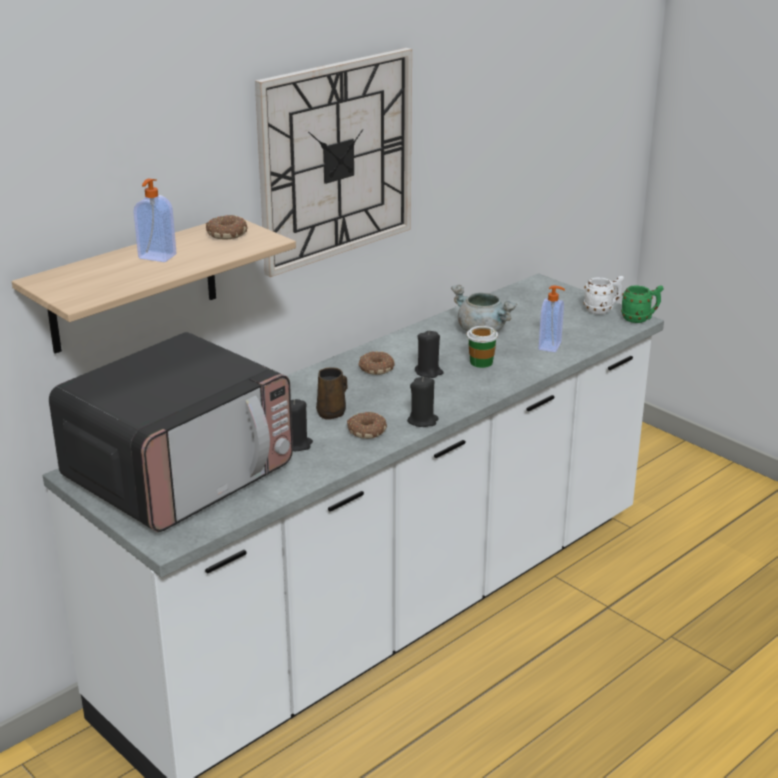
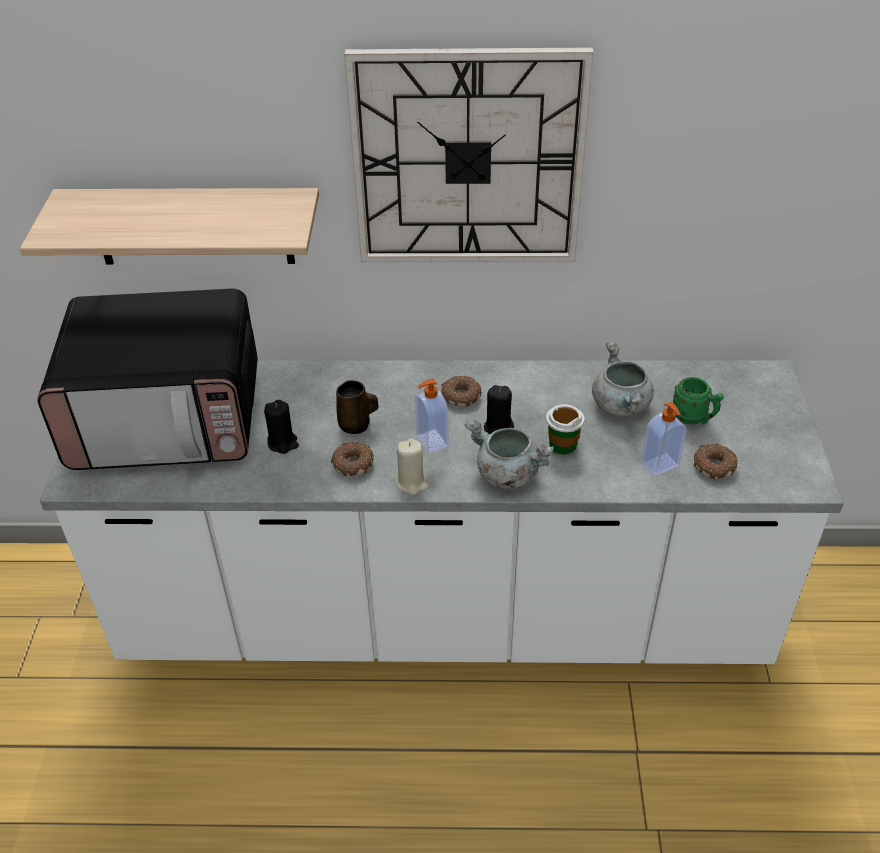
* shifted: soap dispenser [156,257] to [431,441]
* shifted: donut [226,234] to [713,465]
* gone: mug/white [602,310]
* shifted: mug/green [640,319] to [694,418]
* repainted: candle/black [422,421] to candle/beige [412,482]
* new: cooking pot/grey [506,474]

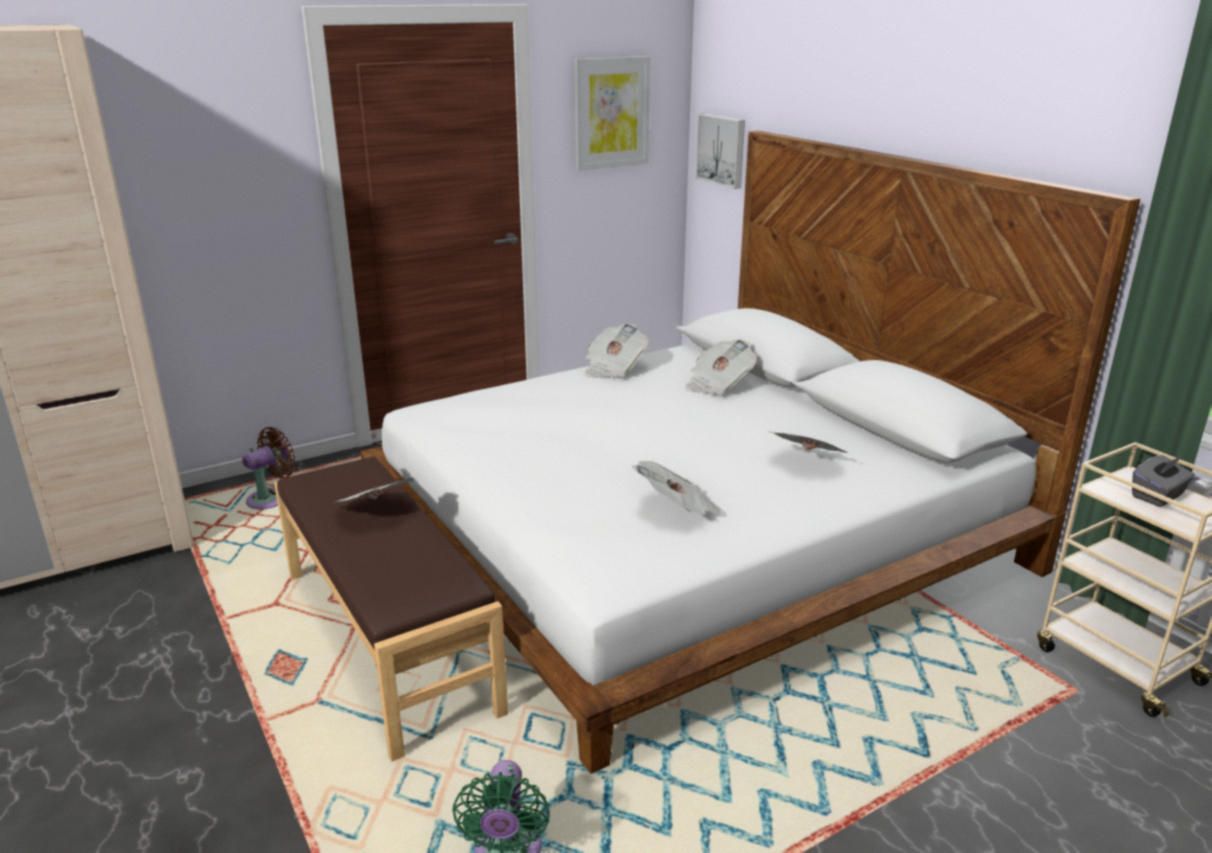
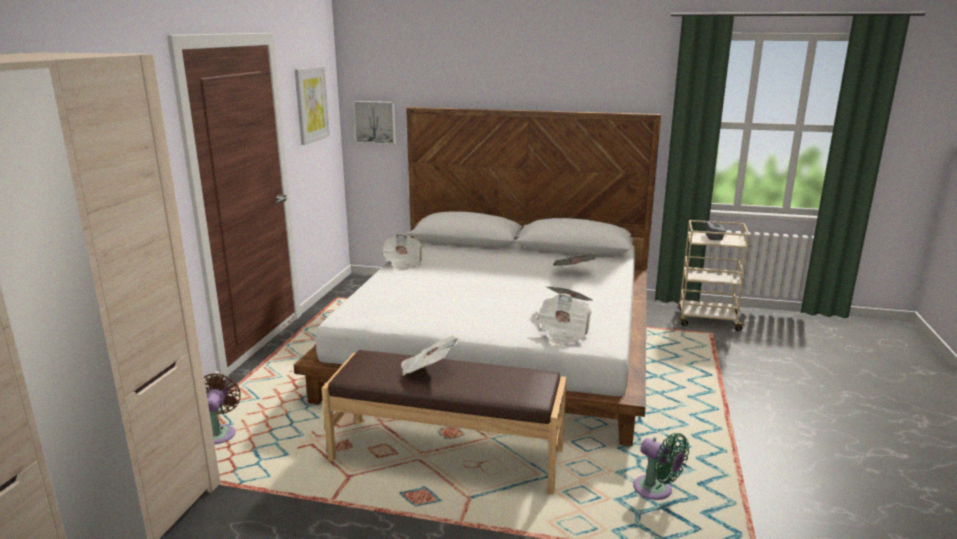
* shifted: newspaper [718,385] to [563,334]

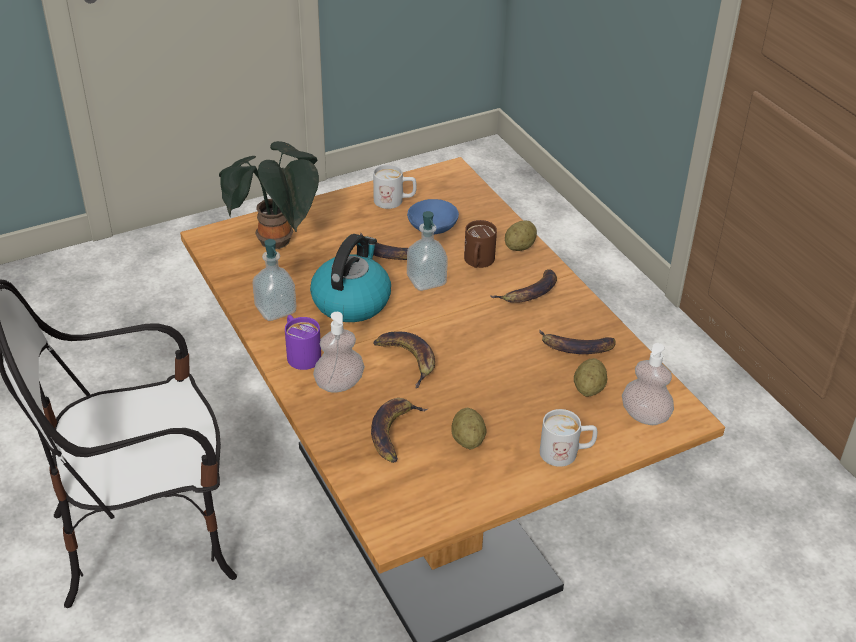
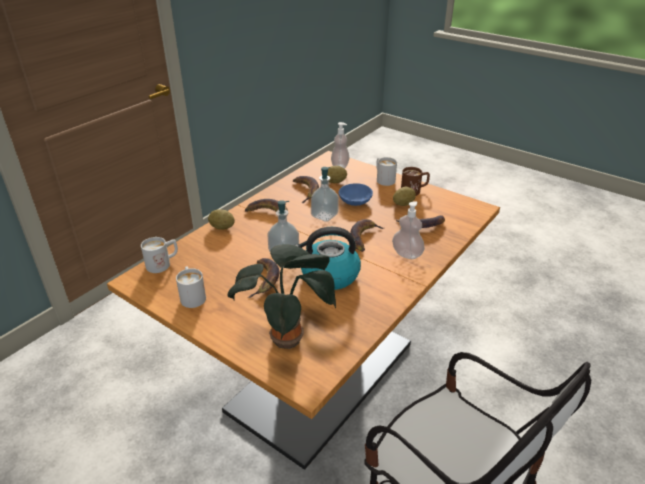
* shifted: bowl/blue [434,227] to [354,201]
* shifted: mug/brown [478,263] to [414,190]
* shifted: soap dispenser [275,310] to [324,215]
* gone: mug/purple [300,353]
* new: mug/white [163,264]

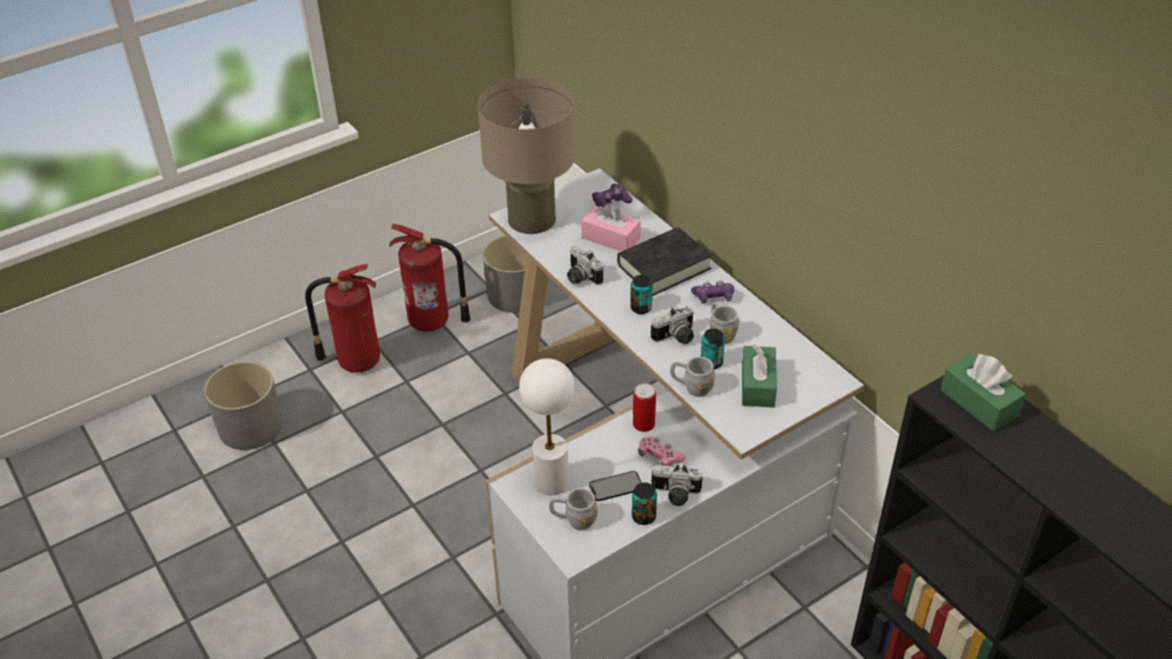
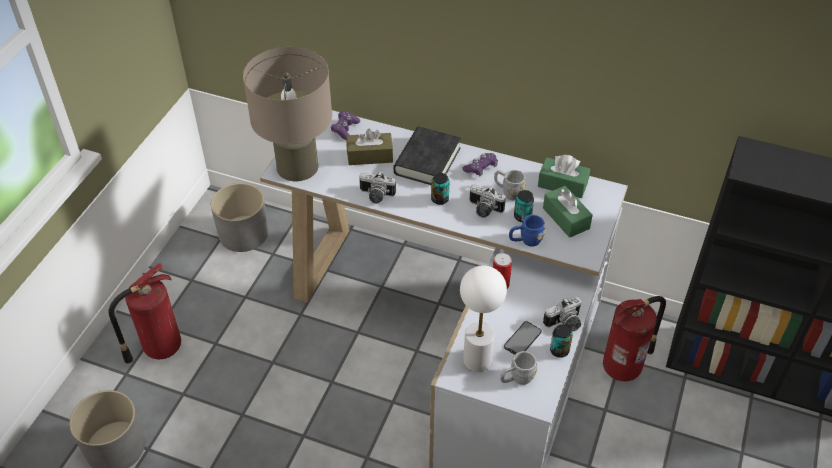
* repainted: tissue box/pink [610,238] to tissue box/brown [370,156]
* shifted: fire extinguisher [432,322] to [624,367]
* rotated: photo camera [676,338] = [483,210] 90 degrees clockwise
* shifted: tissue box/green [979,402] to [562,184]
* repainted: mug/grey [691,387] to mug/blue [525,240]
* gone: game controller/pink [660,457]

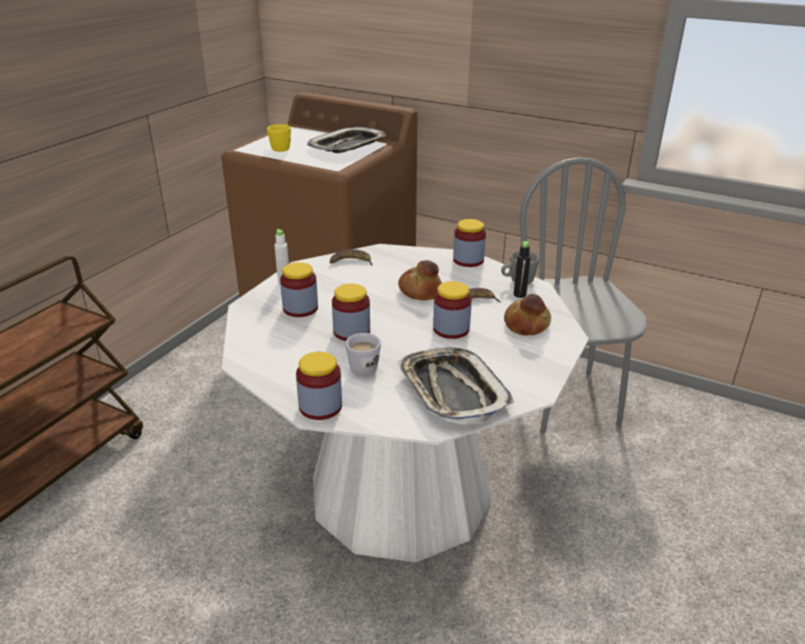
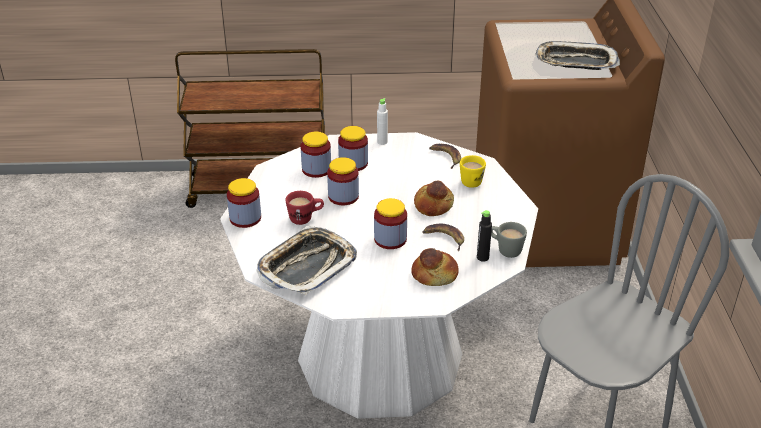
* shifted: mug/yellow [278,148] to [472,180]
* shifted: jar [468,260] to [316,169]
* repainted: mug/white [365,366] to mug/red [305,218]

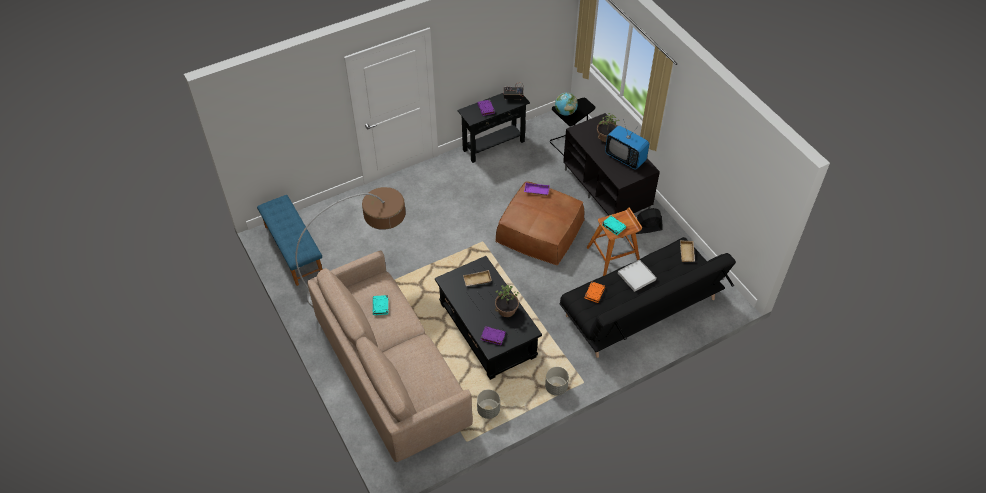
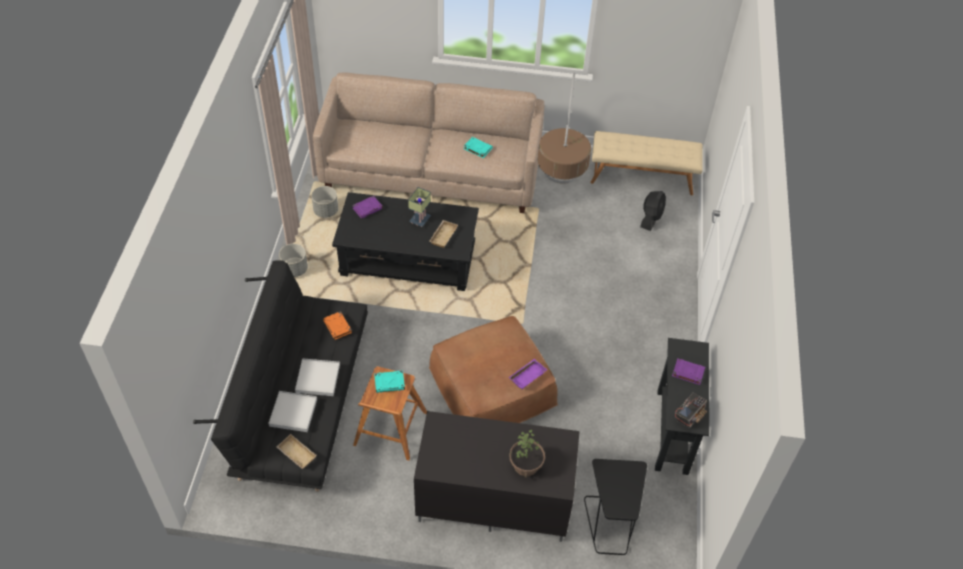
* gone: globe [565,112]
* gone: television [625,158]
* repainted: bench/blue [293,250] to bench/beige [642,177]
* shifted: fan/black [647,228] to [651,218]
* gone: potted plant [506,310]
* new: table lamp [419,219]
* new: tray/white [293,413]

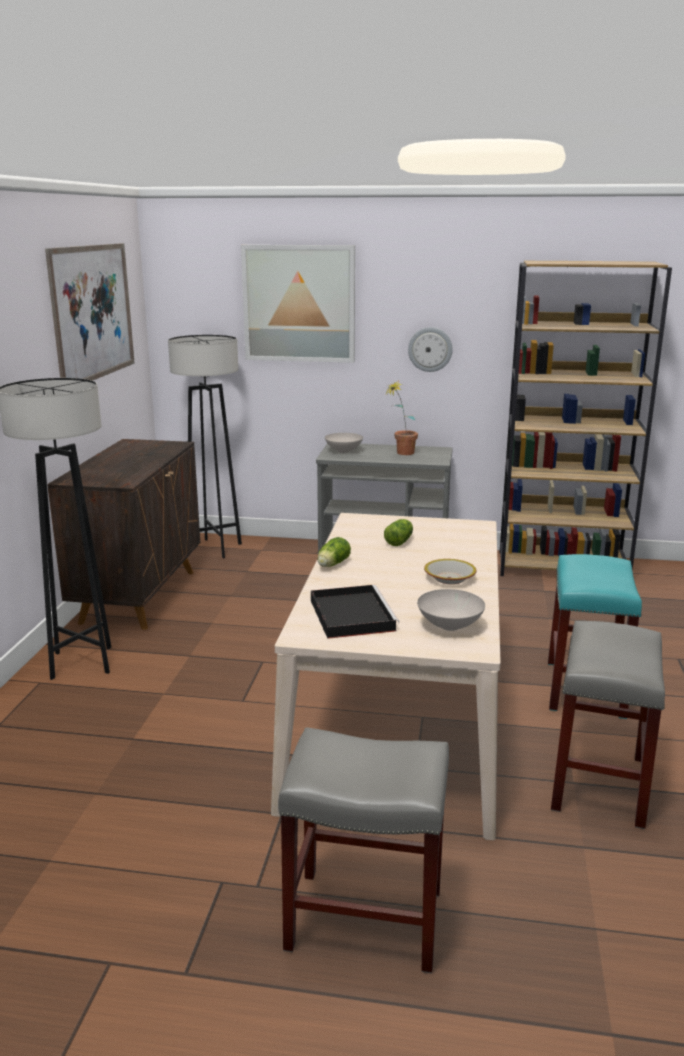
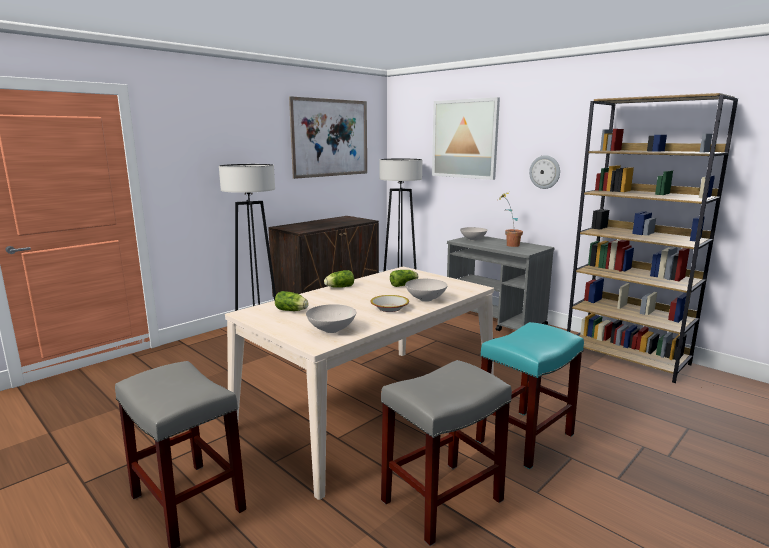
* swapped: tray/black [351,614] to lettuce [292,310]
* new: bowl/white [425,299]

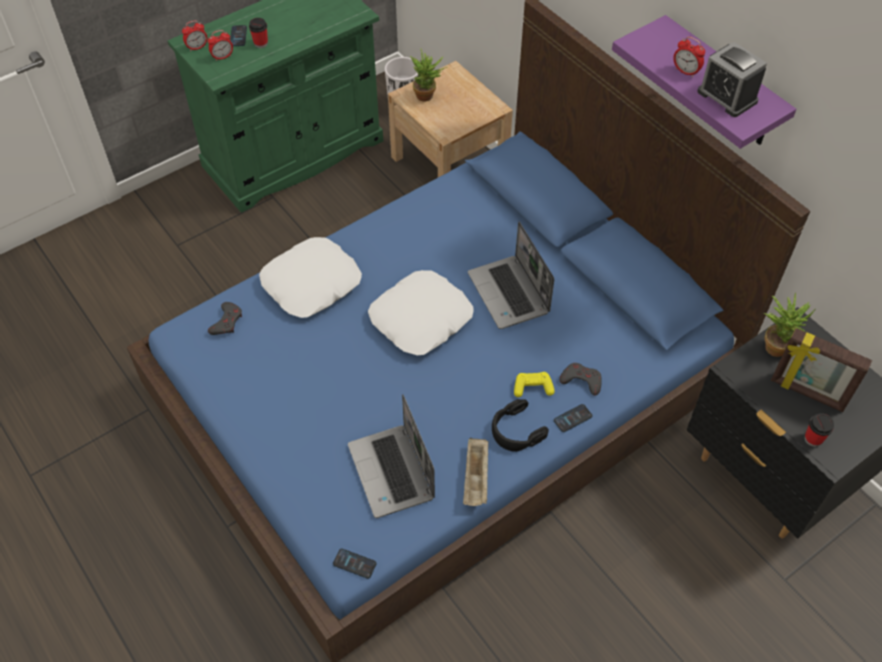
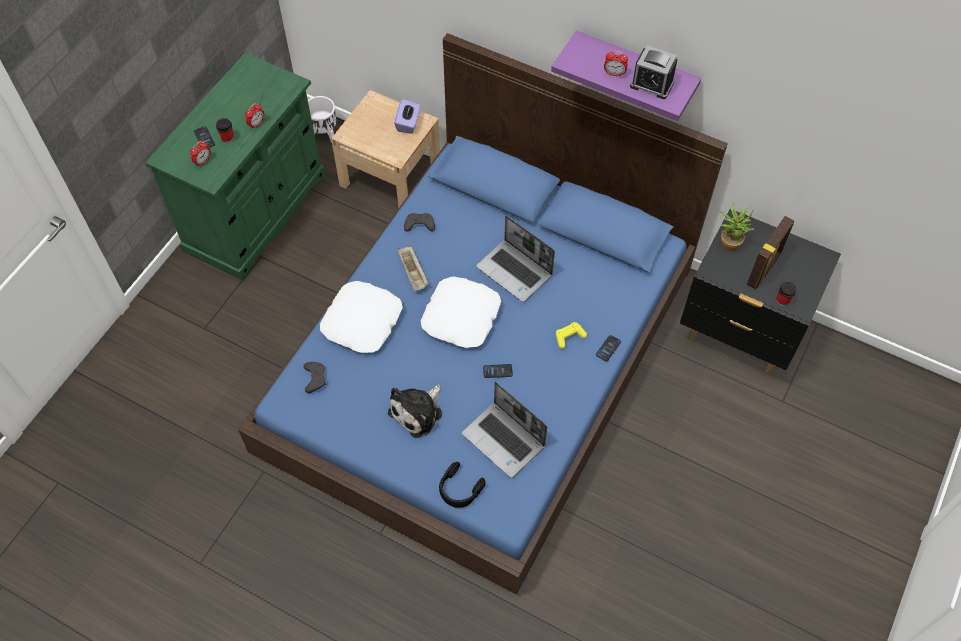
* shifted: alarm clock [197,47] to [256,124]
* gone: potted plant [428,96]
* rotated: picture frame [807,393] = [764,269] 60 degrees counterclockwise
* shifted: game controller/grey [581,380] to [419,224]
* shifted: headphones/black [516,431] to [459,489]
* shifted: tray/beige [476,479] to [413,273]
* shifted: phone [354,564] to [497,371]
* new: tissue box/purple [408,123]
* new: plush toy [418,411]

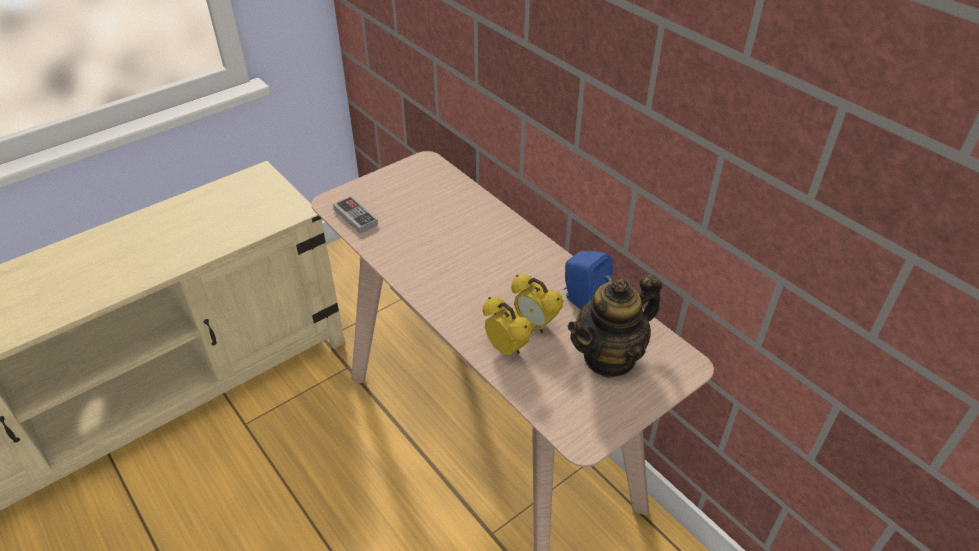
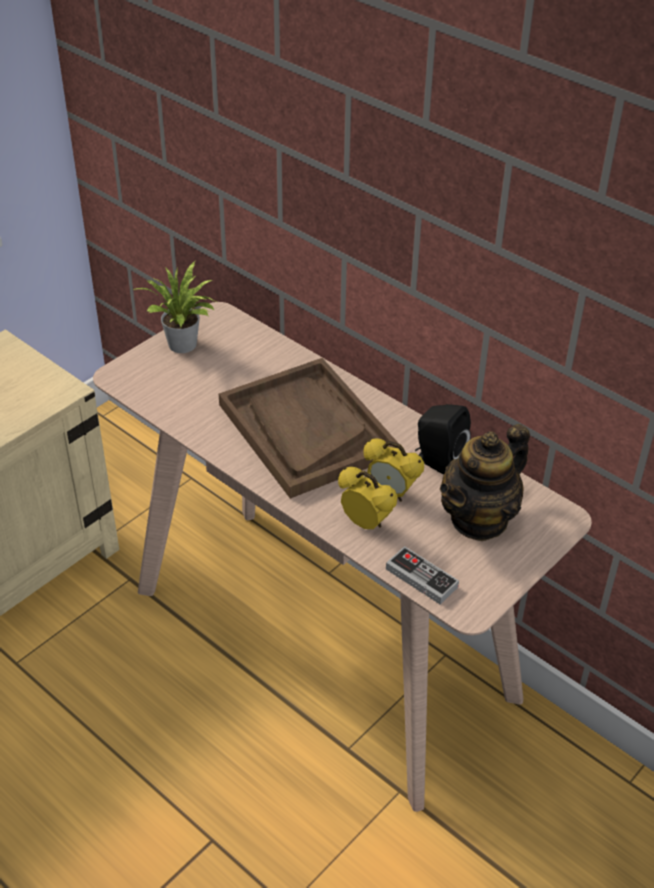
* shifted: game controller [355,217] to [421,578]
* repainted: speaker/blue [582,300] to speaker/black [437,461]
* new: potted plant [184,346]
* new: tray/brown [306,429]

